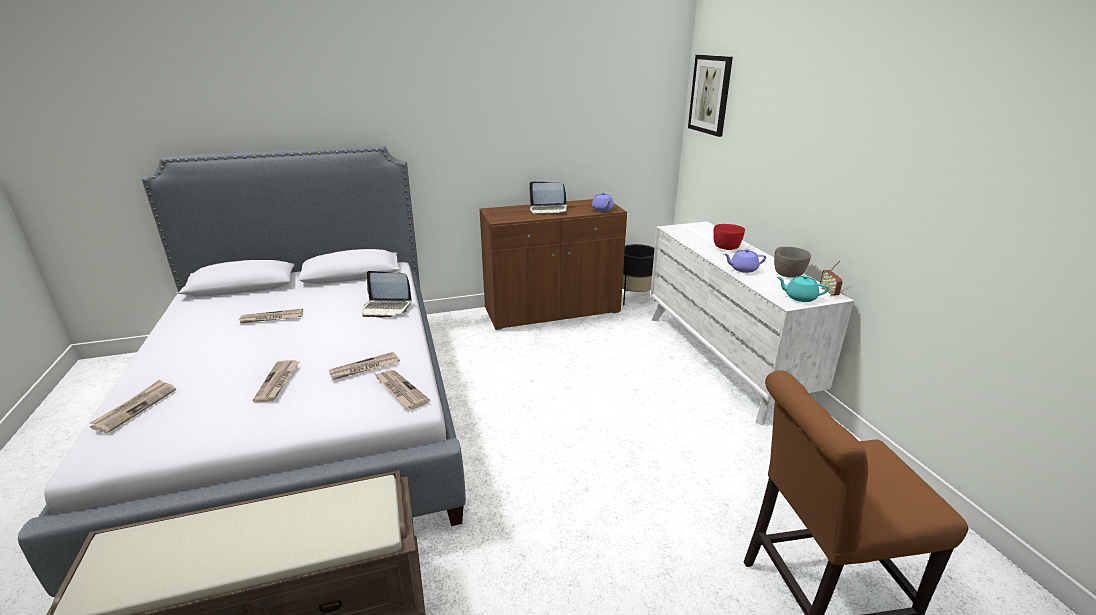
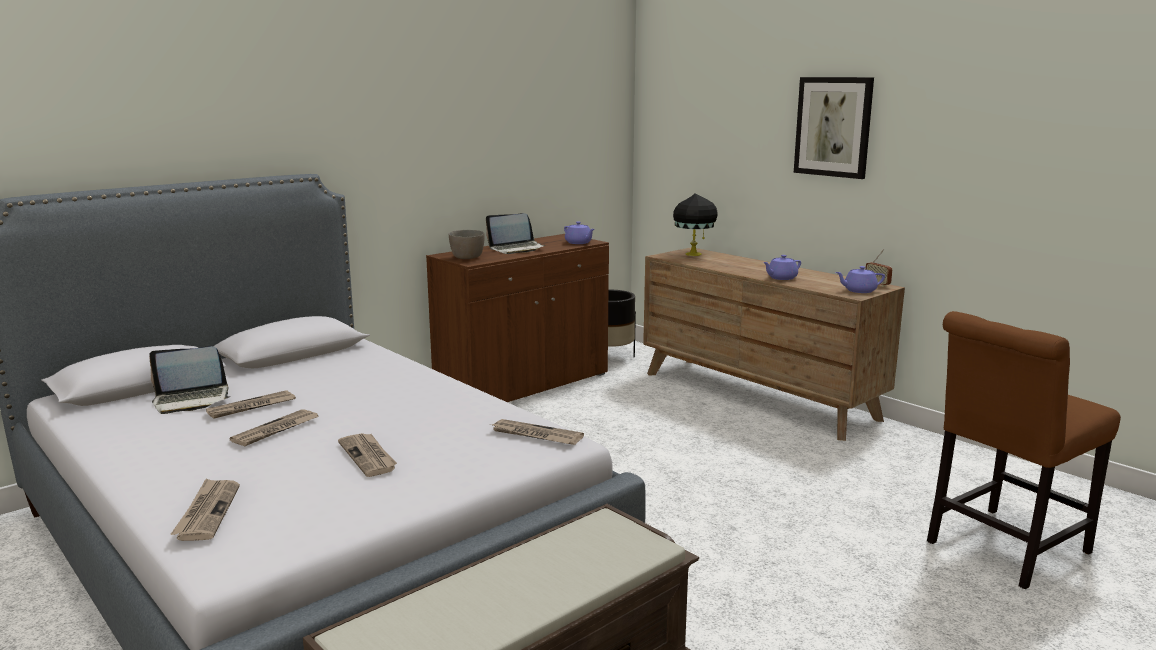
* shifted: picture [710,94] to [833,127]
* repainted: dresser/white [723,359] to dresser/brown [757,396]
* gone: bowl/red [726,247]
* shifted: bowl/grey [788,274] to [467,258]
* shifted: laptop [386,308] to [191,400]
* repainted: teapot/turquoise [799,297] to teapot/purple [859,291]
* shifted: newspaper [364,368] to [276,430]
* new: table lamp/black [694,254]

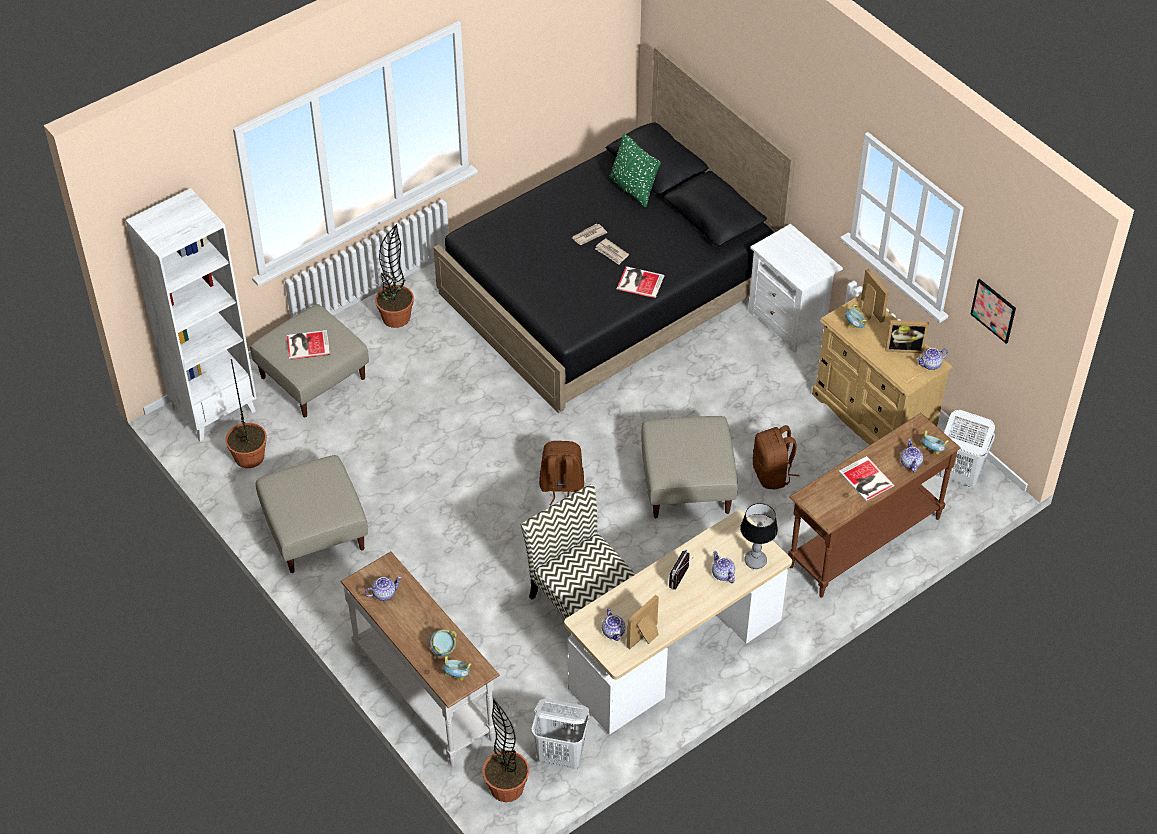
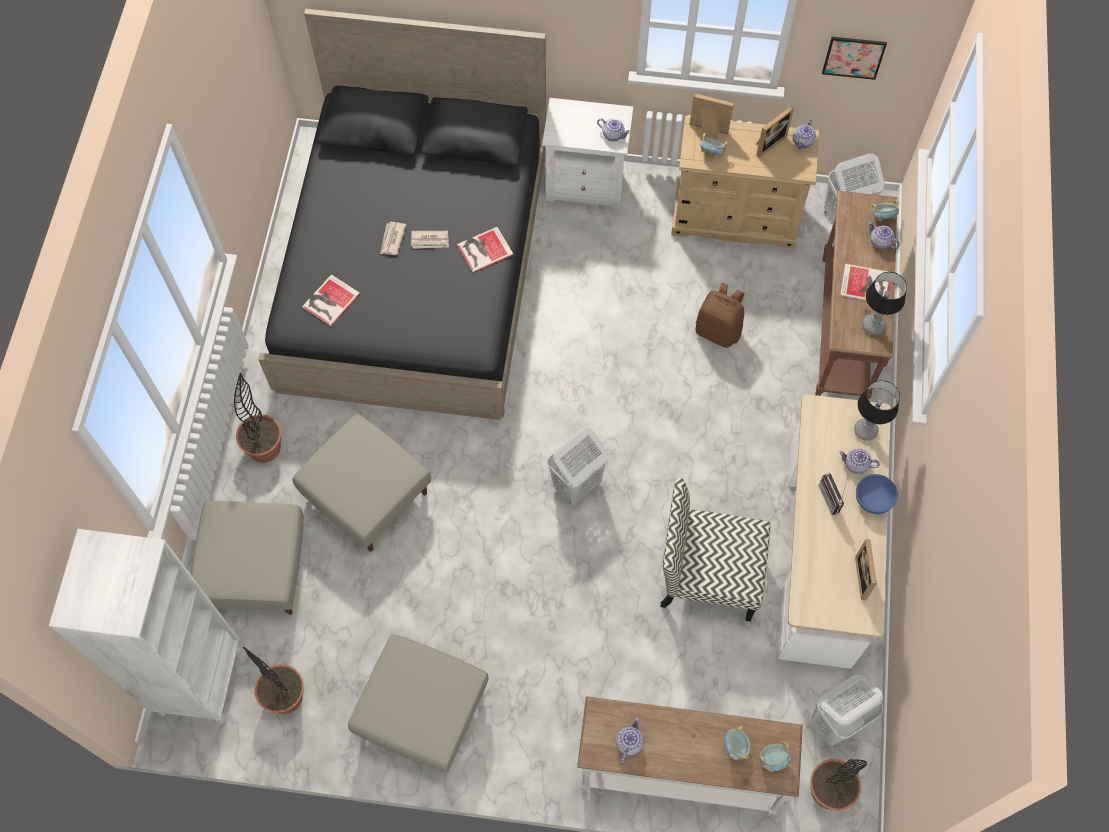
* gone: pillow/green [633,189]
* shifted: book [307,344] to [329,301]
* shifted: ottoman/beige [687,484] to [368,495]
* swapped: backpack/brown [561,487] to laundry basket/white [576,485]
* shifted: teapot [614,632] to [613,135]
* new: table lamp [873,325]
* new: bowl/blue [874,498]

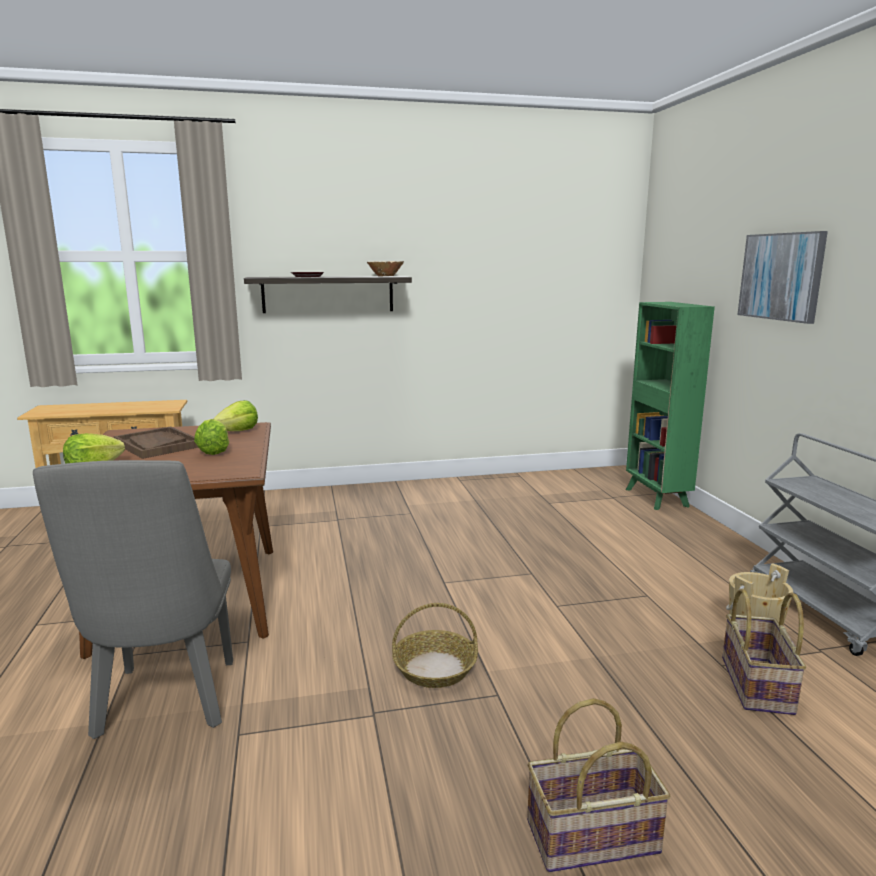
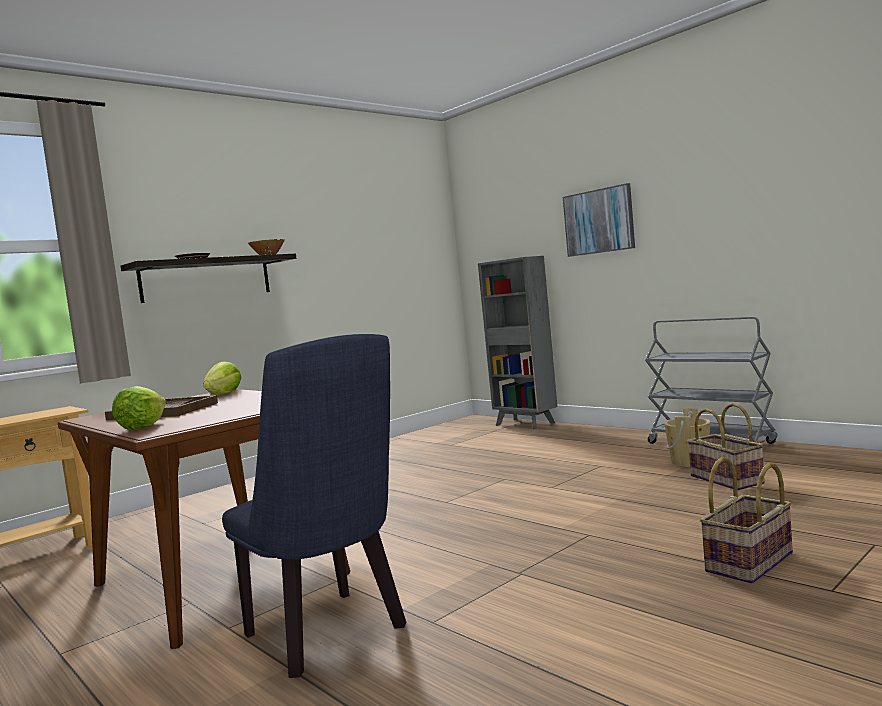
* repainted: bookcase/green [657,498] to bookcase/grey [525,424]
* gone: lettuce [214,451]
* repainted: chair/grey [165,705] to chair/blue [331,636]
* gone: basket [435,668]

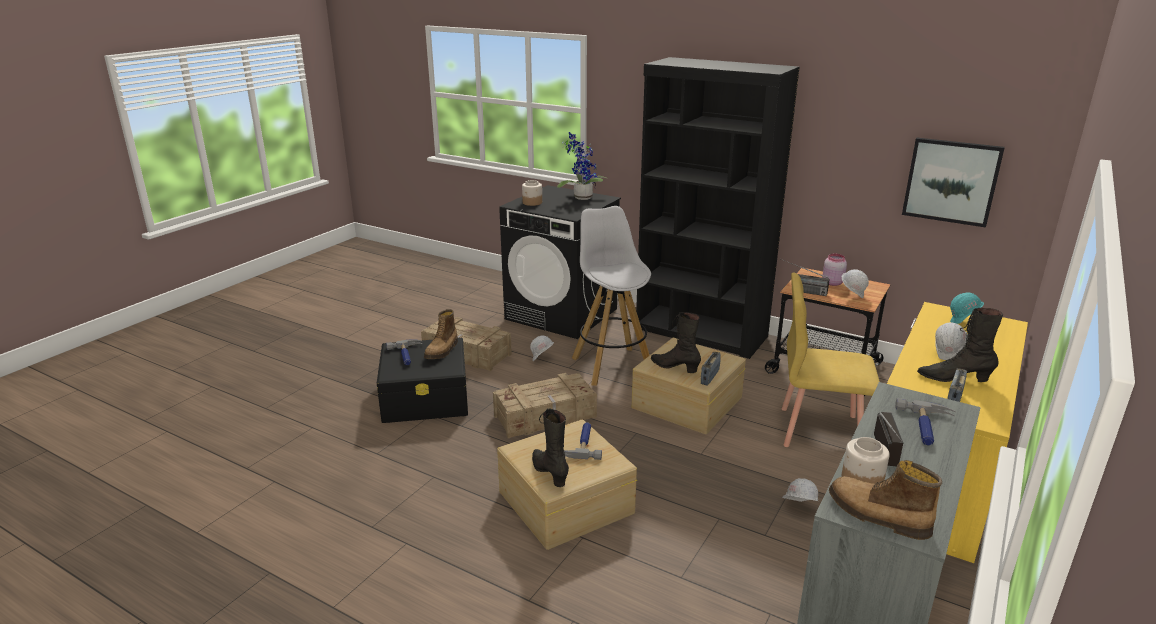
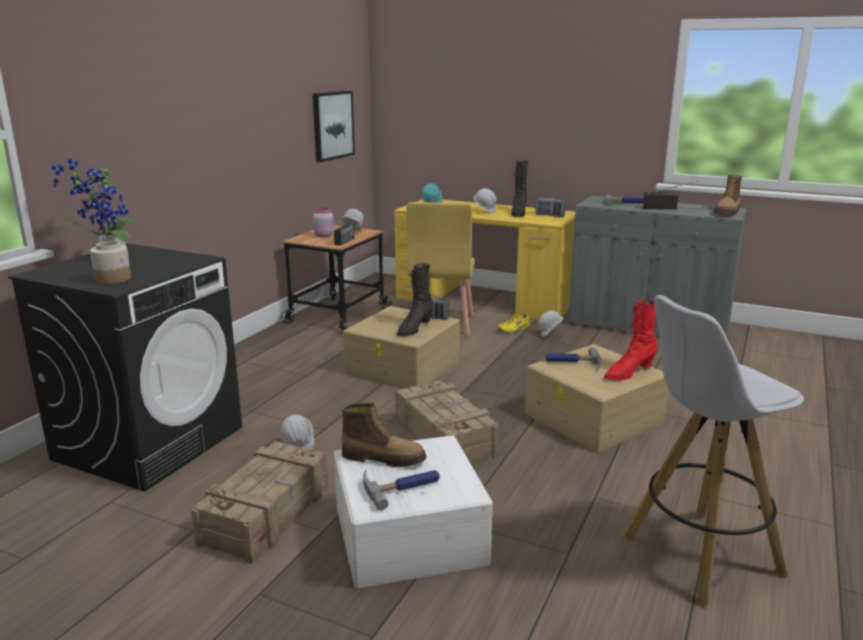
* gone: bookcase/black [701,333]
* shifted: stool/white [612,365] to [698,556]
* repainted: storage box/black [426,397] to storage box/white [409,533]
* repainted: boot/black [549,473] to boot/red [628,373]
* gone: jar [861,480]
* new: shoe/yellow [513,329]

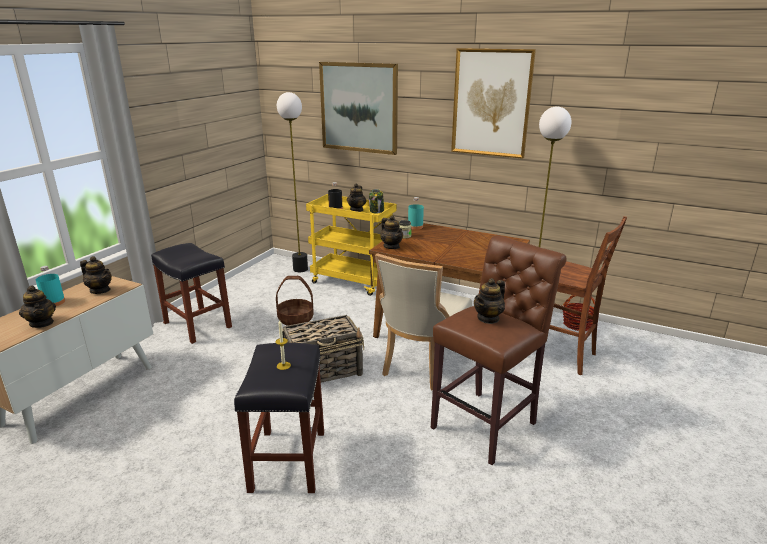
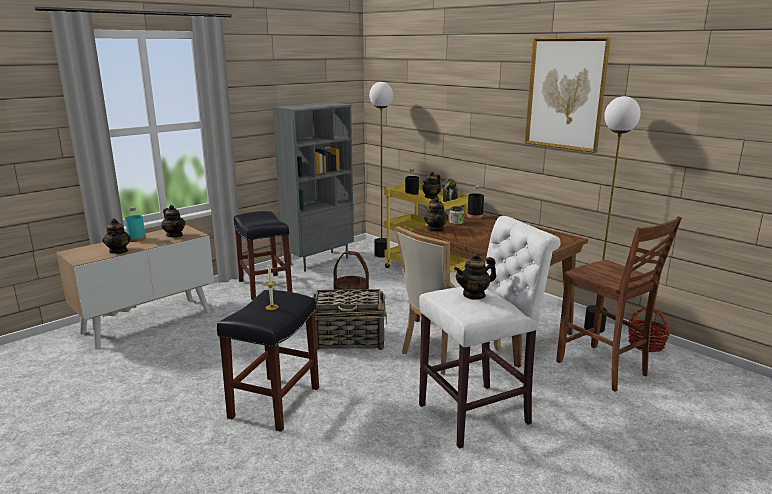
* gone: picture [359,107]
* repainted: bottle/turquoise [415,226] to bottle/black [475,216]
* repainted: stool/brown [487,423] to stool/white [479,413]
* new: bookcase/grey [319,261]

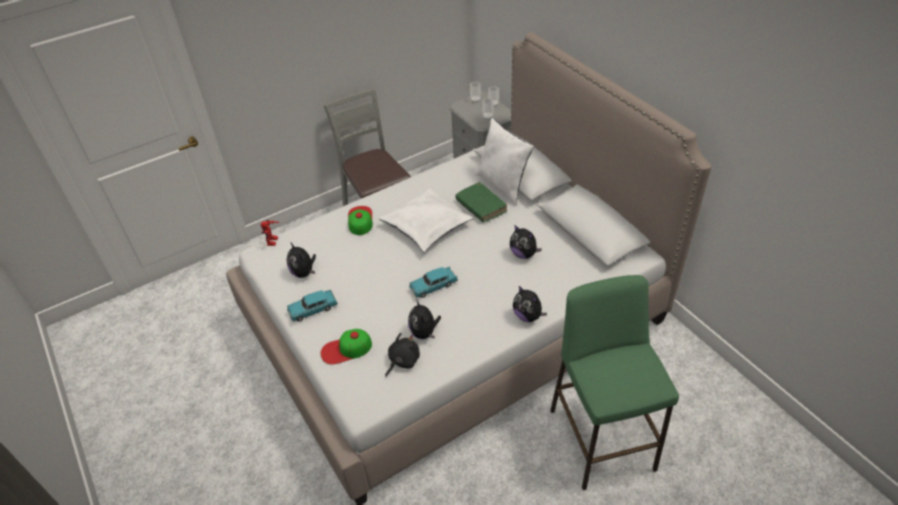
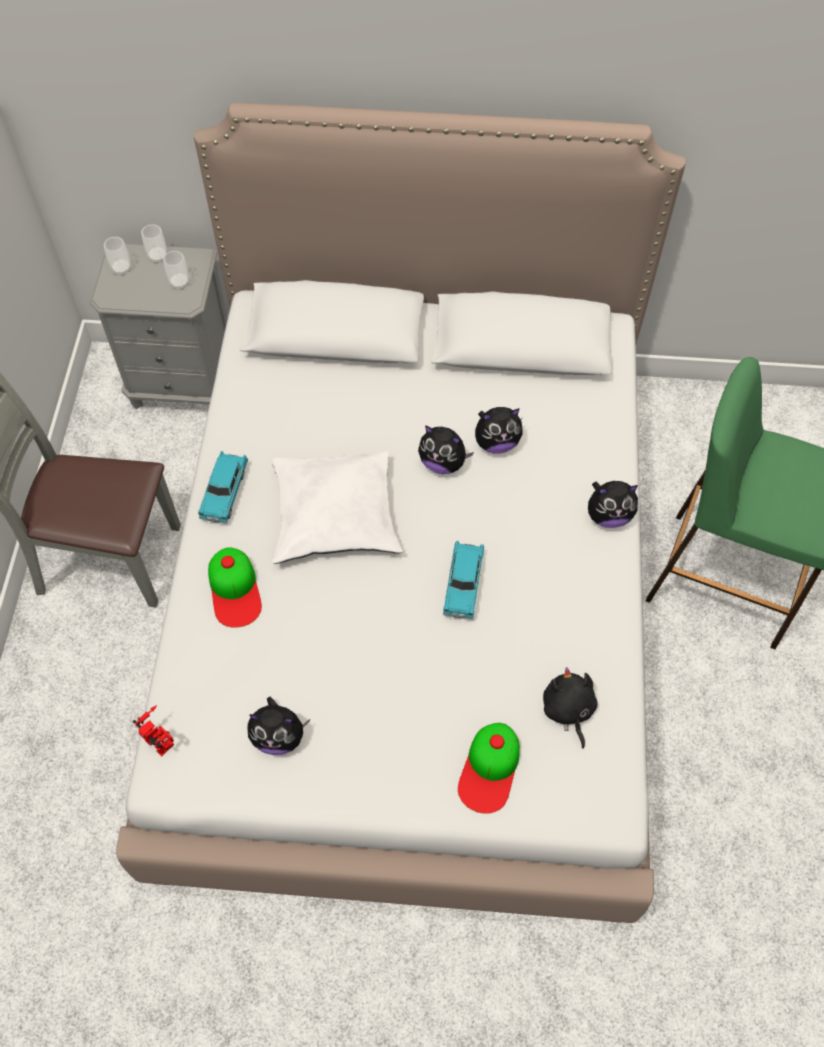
* gone: pillow/white [503,185]
* gone: book/green [481,206]
* rotated: cap [360,220] = [235,590] 135 degrees counterclockwise
* shifted: toy car/turquoise [313,310] to [225,492]
* shifted: plush toy [424,333] to [442,463]

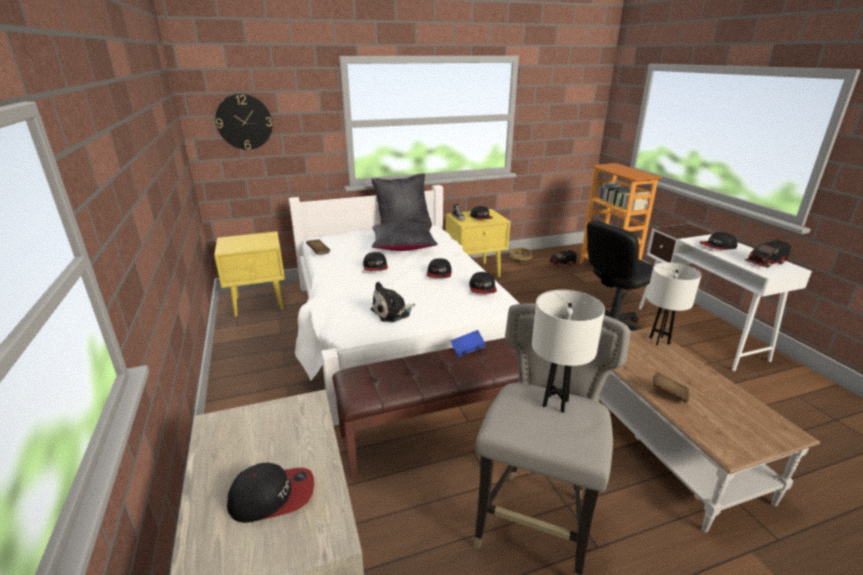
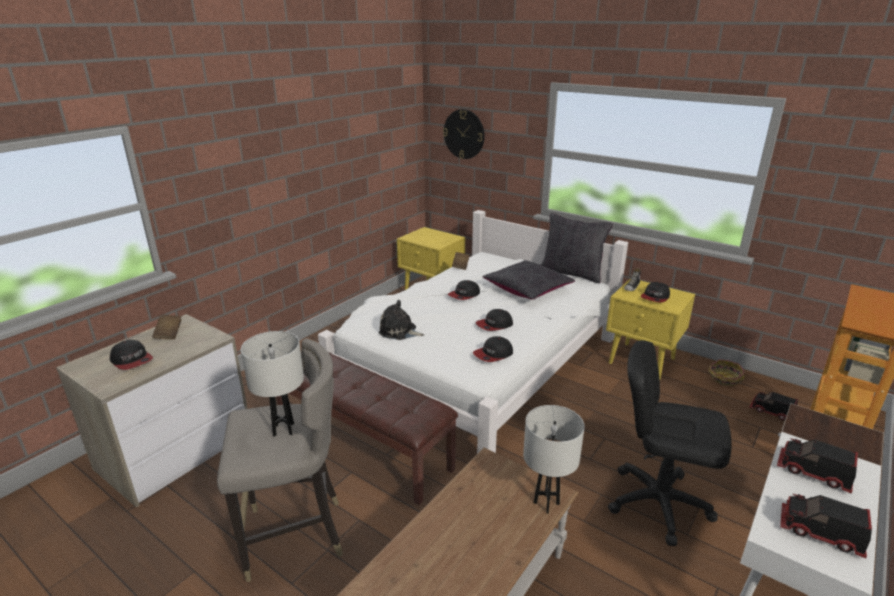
* swapped: cap [717,246] to toy truck [813,473]
* gone: book/blue [467,350]
* shifted: book/brown [668,394] to [169,333]

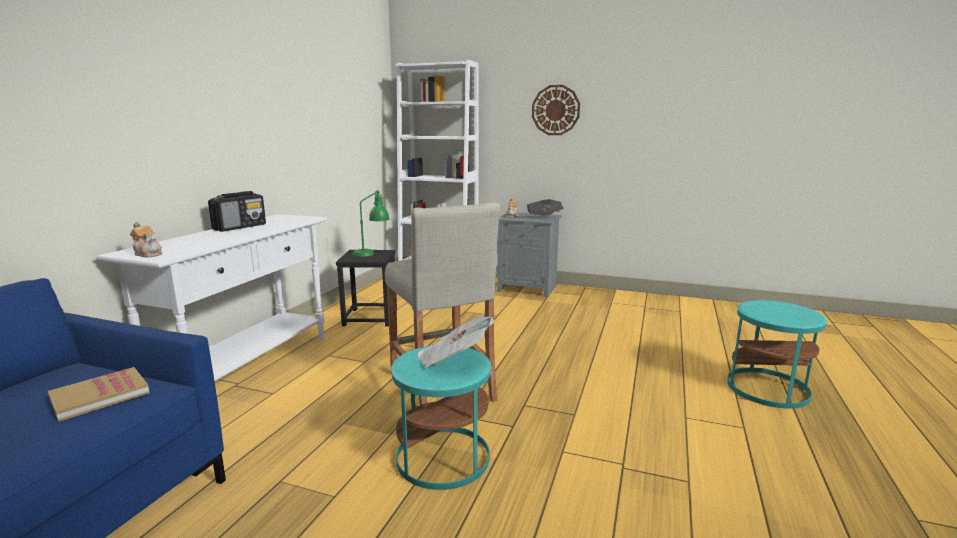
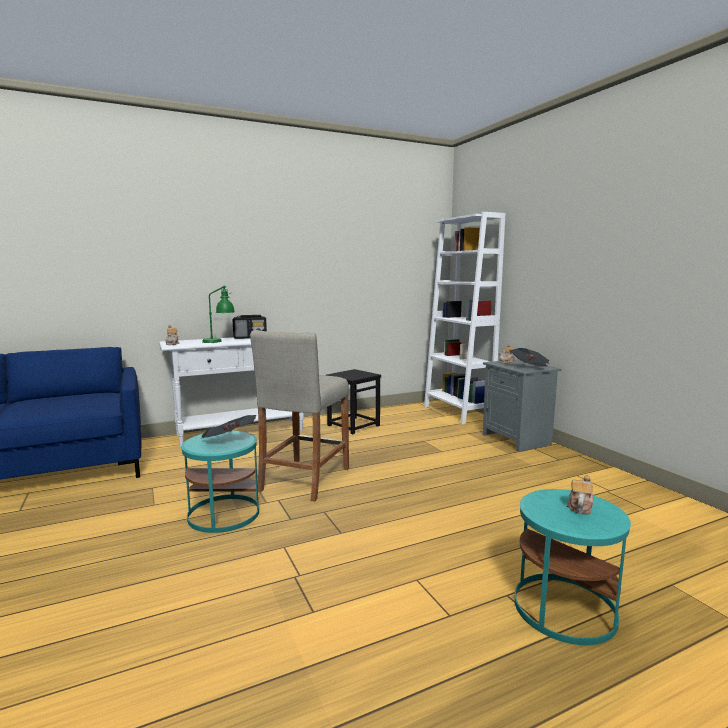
* gone: wall clock [555,110]
* shifted: table lamp/green [372,252] to [219,341]
* gone: book [100,396]
* new: teapot [580,507]

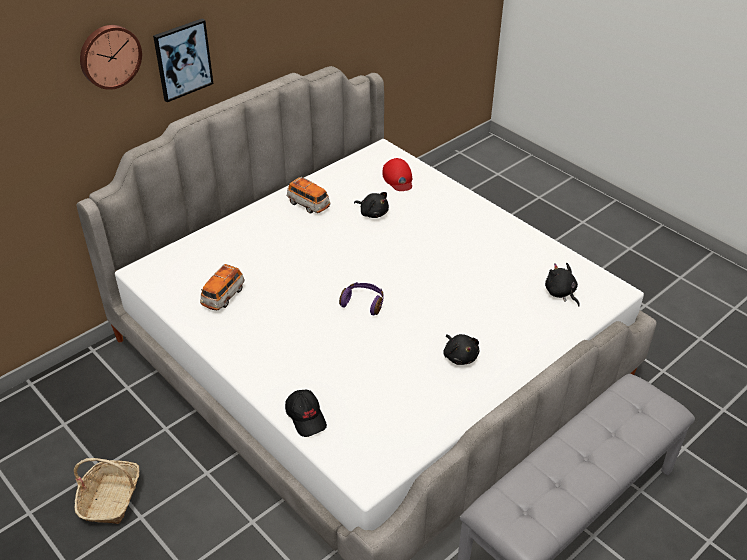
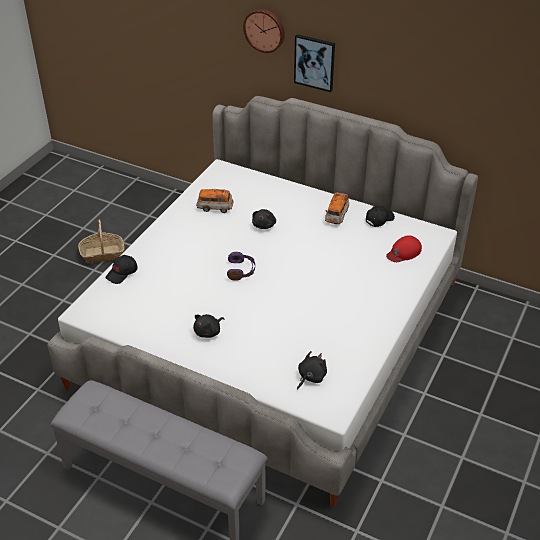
* shifted: plush toy/black [373,213] to [264,225]
* new: cap/black [379,219]

